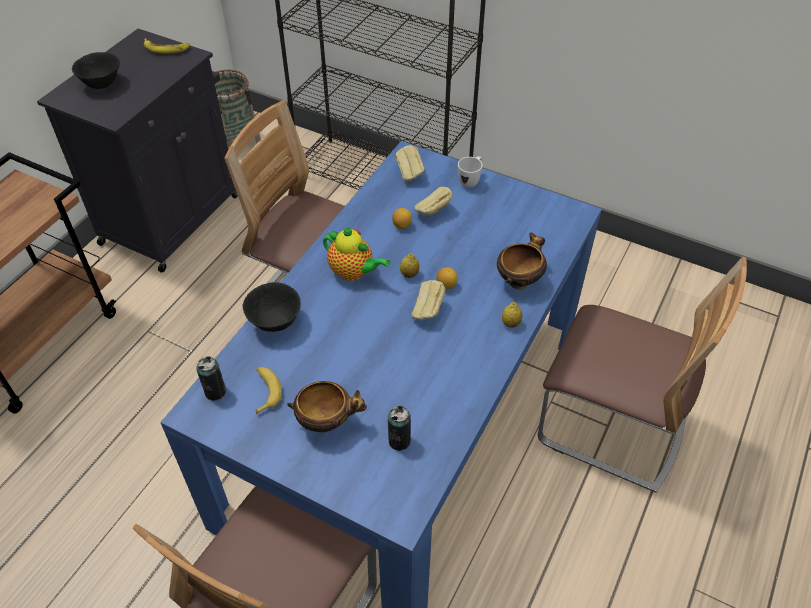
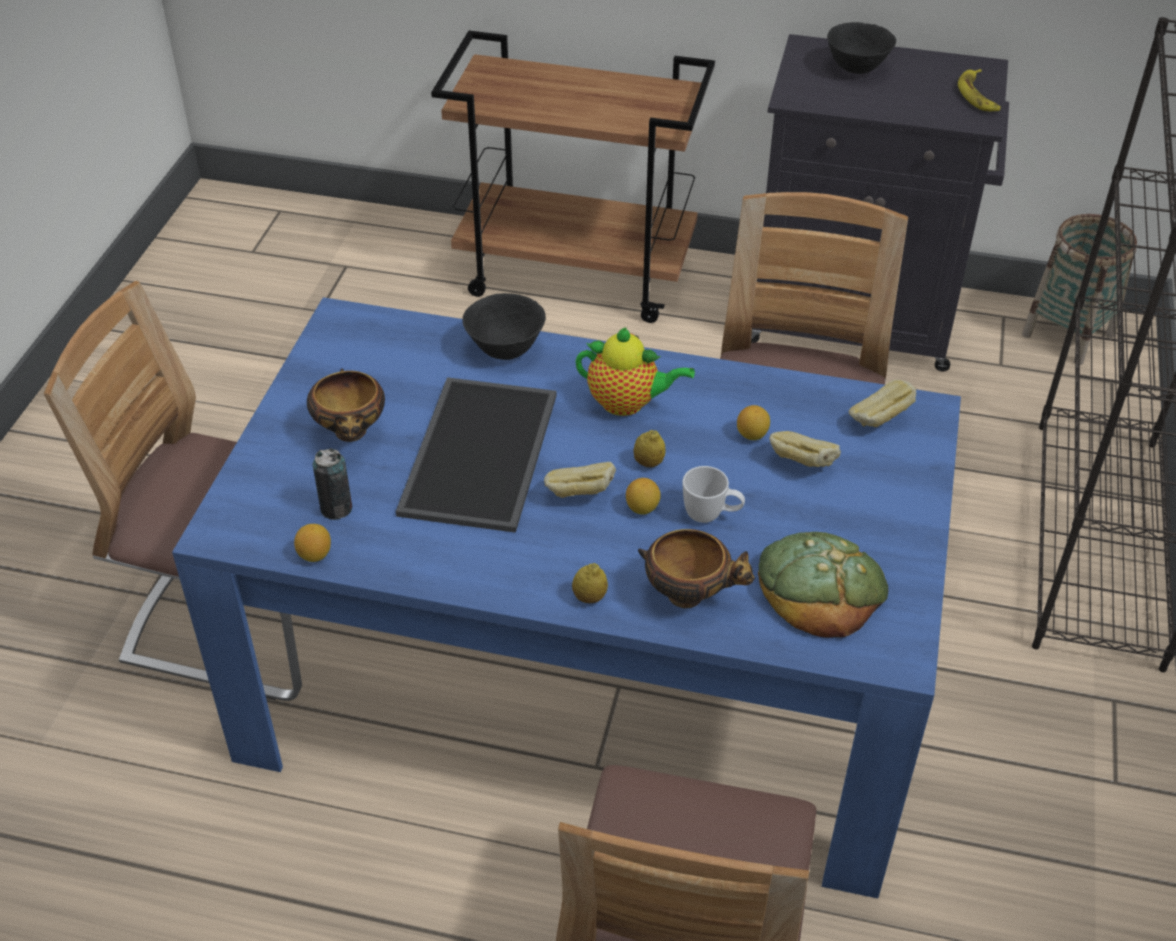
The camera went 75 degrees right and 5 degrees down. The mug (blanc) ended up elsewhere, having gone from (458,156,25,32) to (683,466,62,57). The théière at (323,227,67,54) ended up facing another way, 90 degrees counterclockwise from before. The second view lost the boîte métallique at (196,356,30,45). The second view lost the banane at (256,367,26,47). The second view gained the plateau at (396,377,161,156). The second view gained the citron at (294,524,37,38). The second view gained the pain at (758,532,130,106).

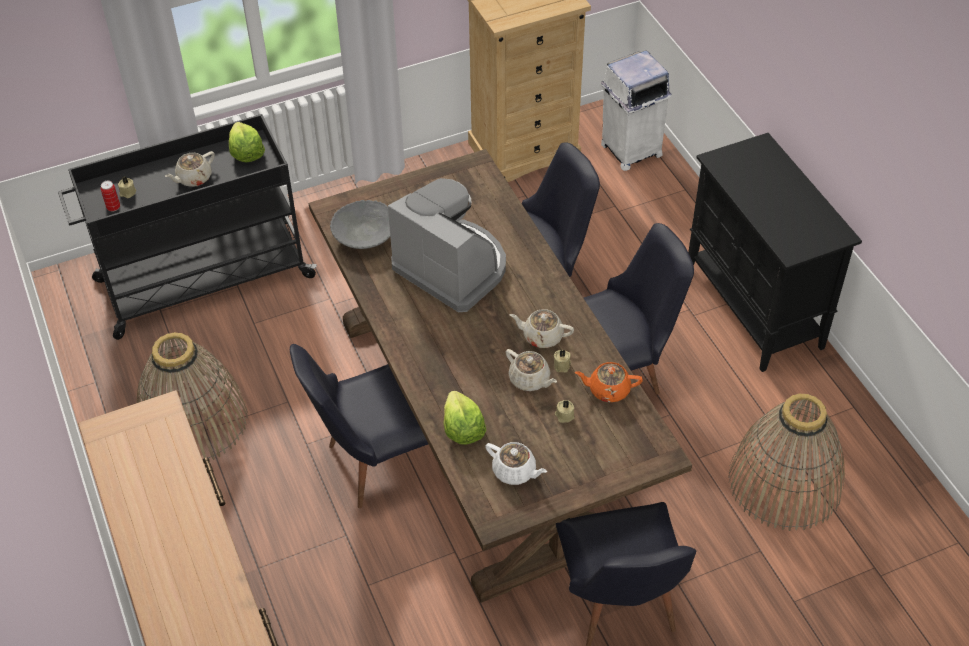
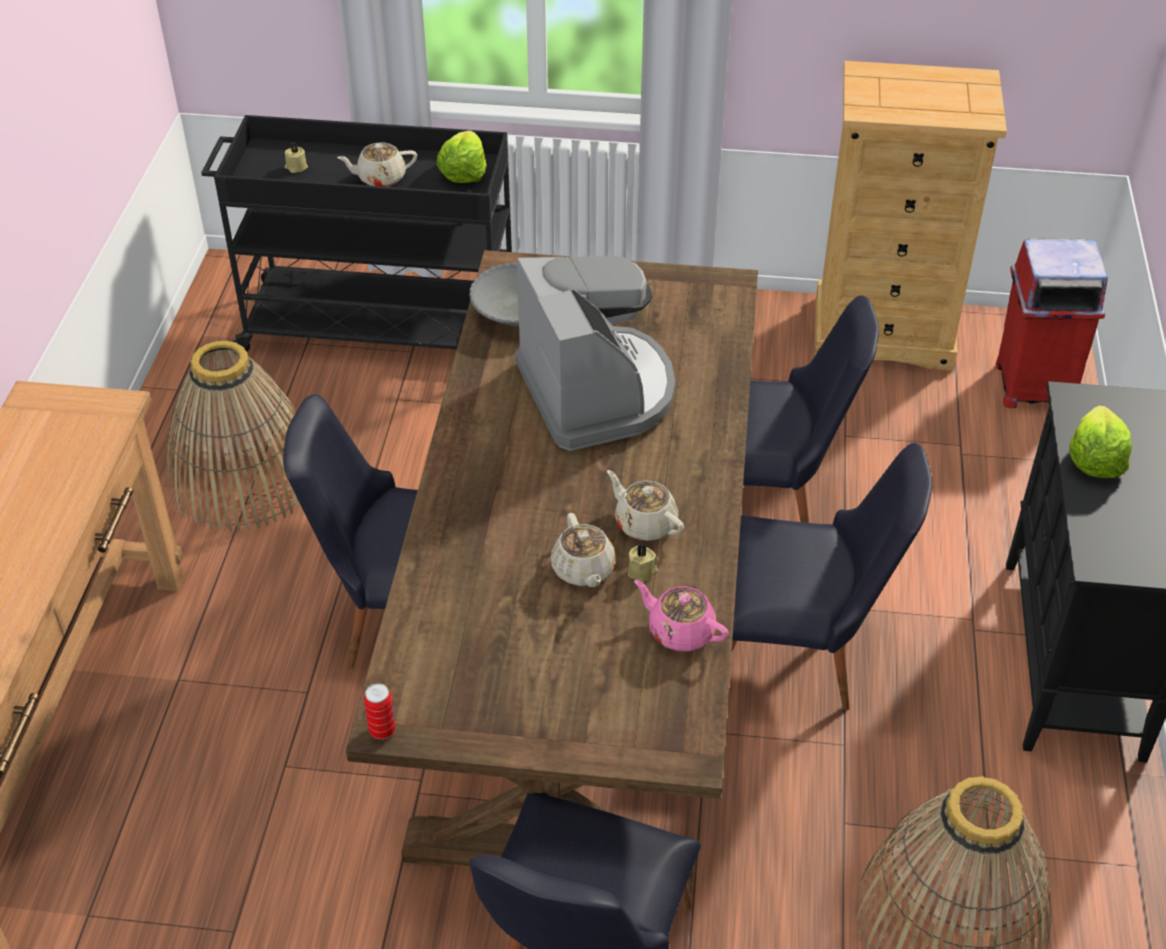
The camera went 30 degrees right and 5 degrees down. What was the poubelle (blanc) at (600,51,72,120) turned into the poubelle (rouge) at (996,238,112,170). The boîte métallique ended up elsewhere, having gone from (101,181,19,30) to (364,683,32,56). What was the théière (orange) at (575,362,68,40) turned into the théière (rose) at (634,580,95,71). The laitue ended up elsewhere, having gone from (444,391,42,54) to (1069,405,63,73). The second view lost the bougie (beige) at (555,400,19,23). The second view lost the théière (blanc) at (485,442,62,43).

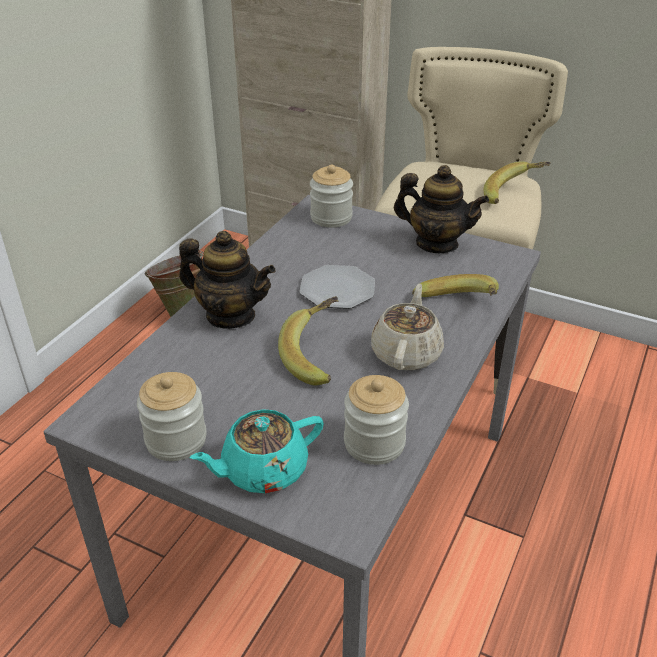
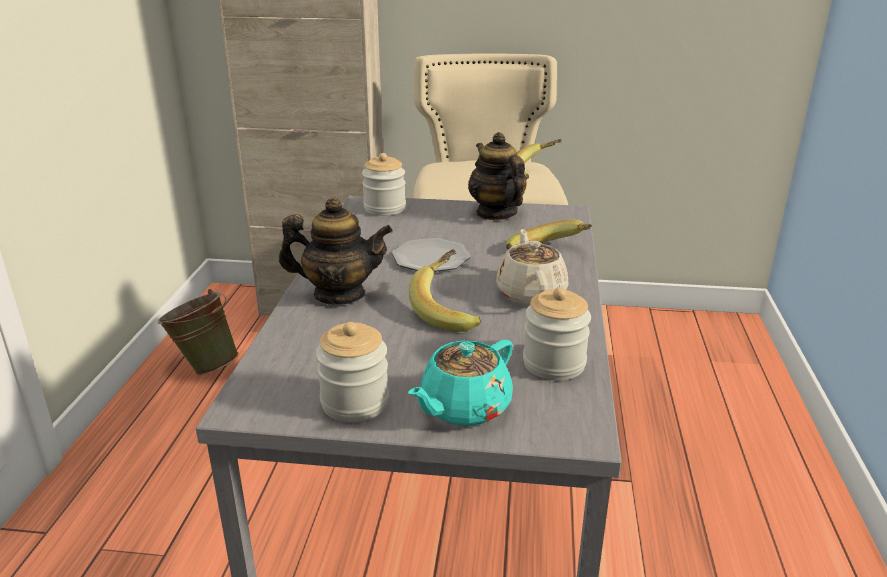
The camera went 20 degrees left and 10 degrees down. The théière at (394,165,95,88) ended up facing another way, 120 degrees counterclockwise from before.

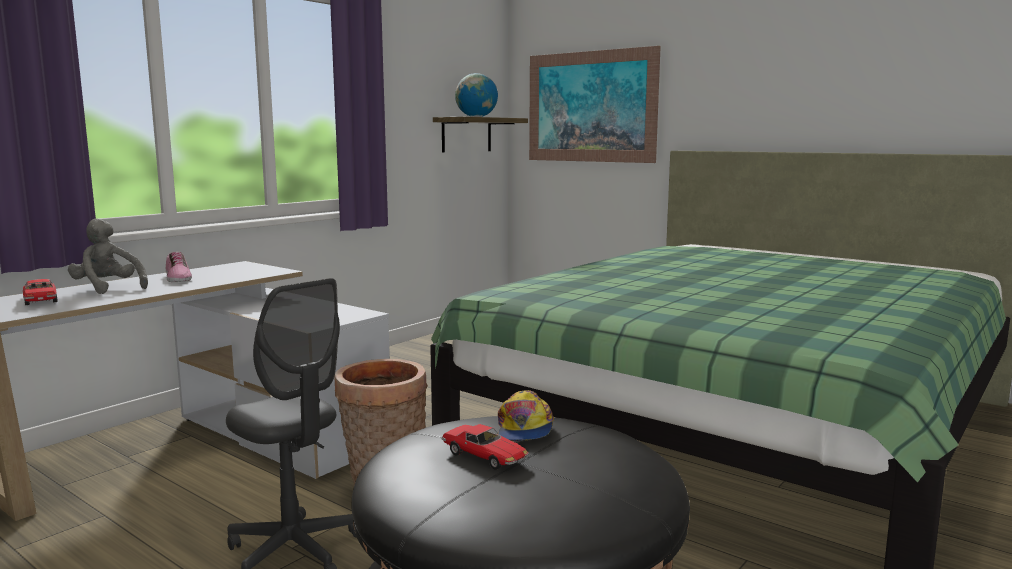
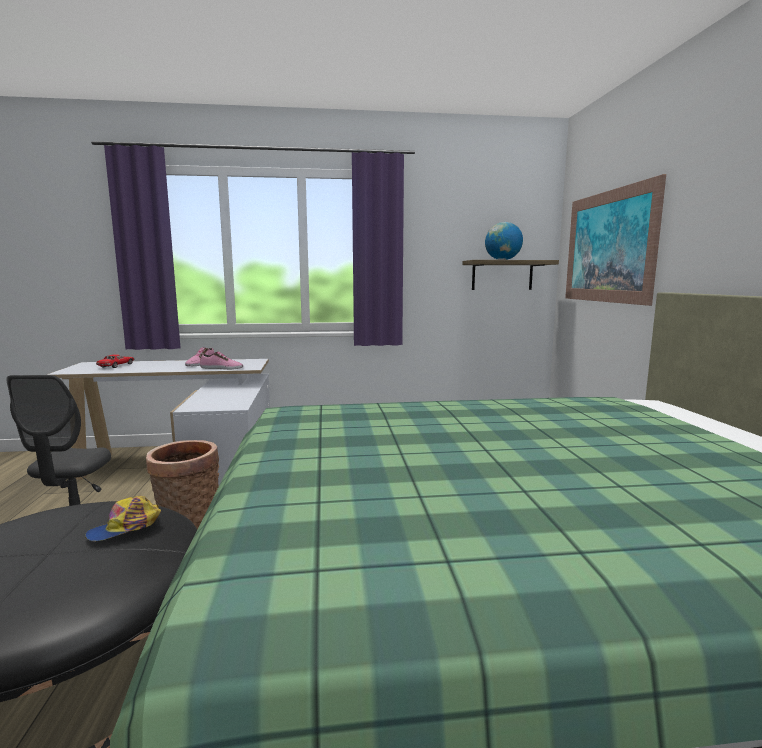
The camera went 45 degrees right and 0 degrees up. The second view lost the peluche (gris) at (68,219,80,75). The second view lost the petite voiture at (442,424,87,46). The second view gained the chaussure at (200,352,43,18).

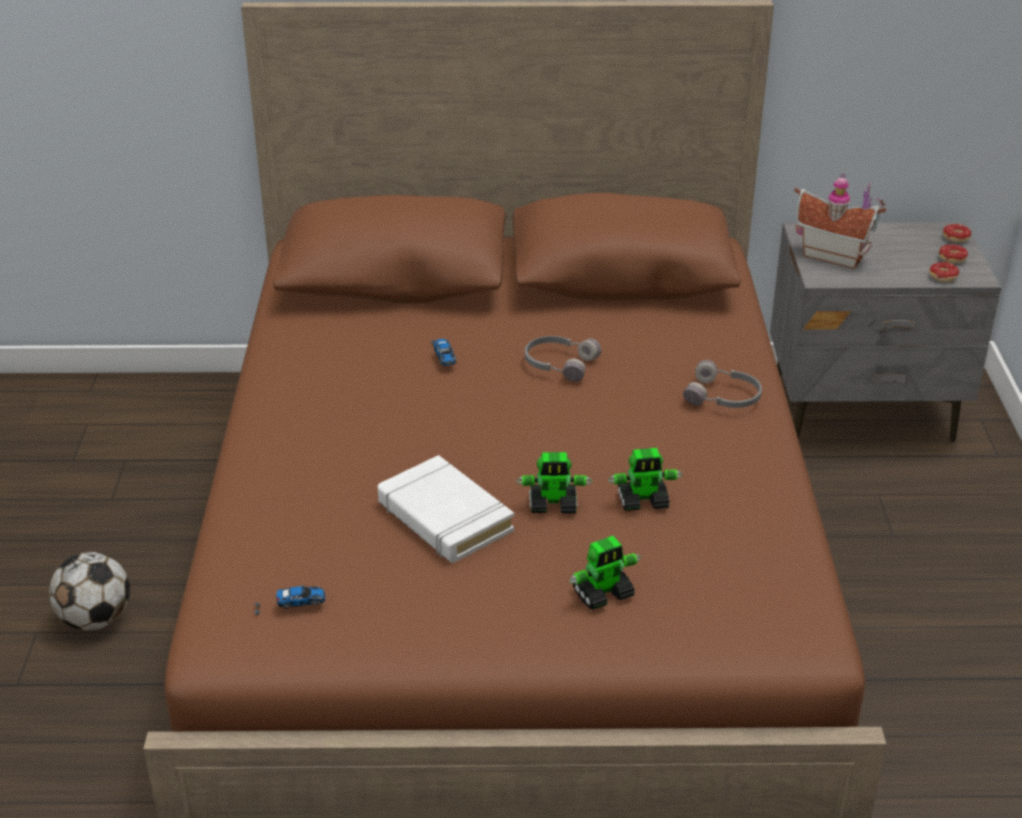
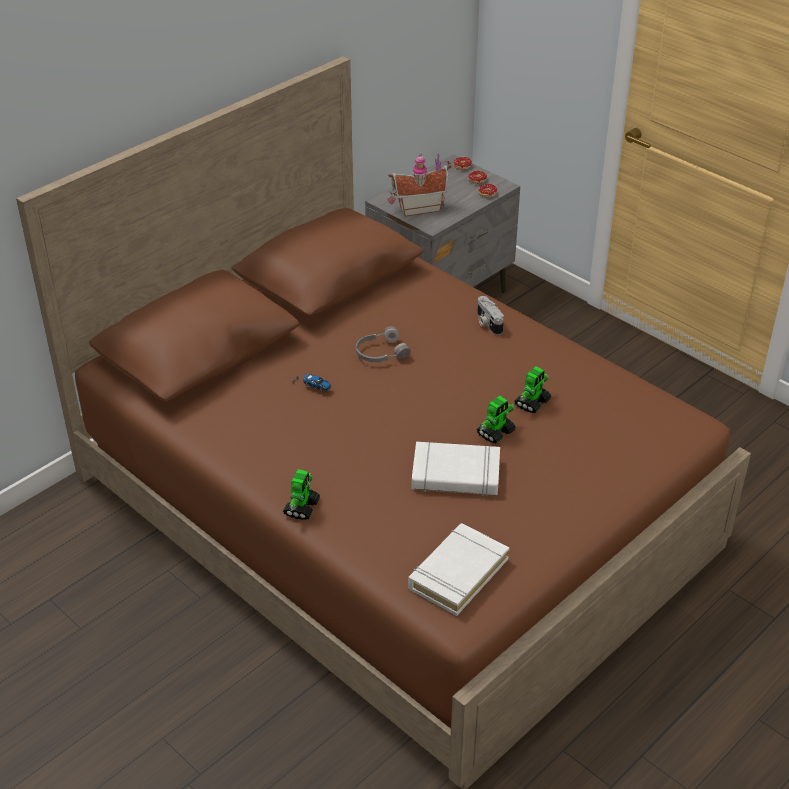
The camera went 45 degrees left and 5 degrees up. Where the casque audio (gris) stood at (683,360,79,48), the appareil photo came to stand at (477,296,27,39). The robot jouet ended up elsewhere, having gone from (569,536,72,74) to (283,469,37,51). The second view lost the ballon de foot at (49,552,81,78). Where the petite voiture stood at (255,585,71,30), the livre (blanc) came to stand at (408,523,101,93).

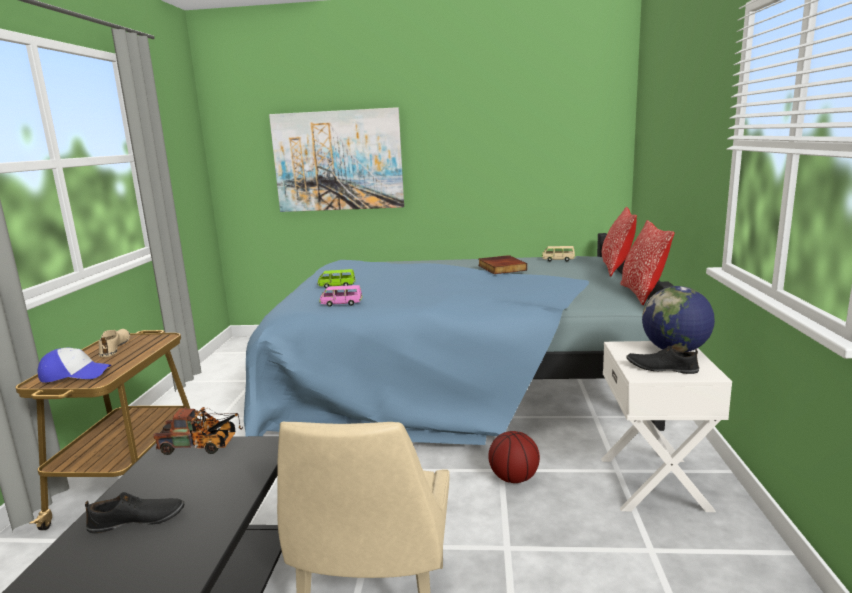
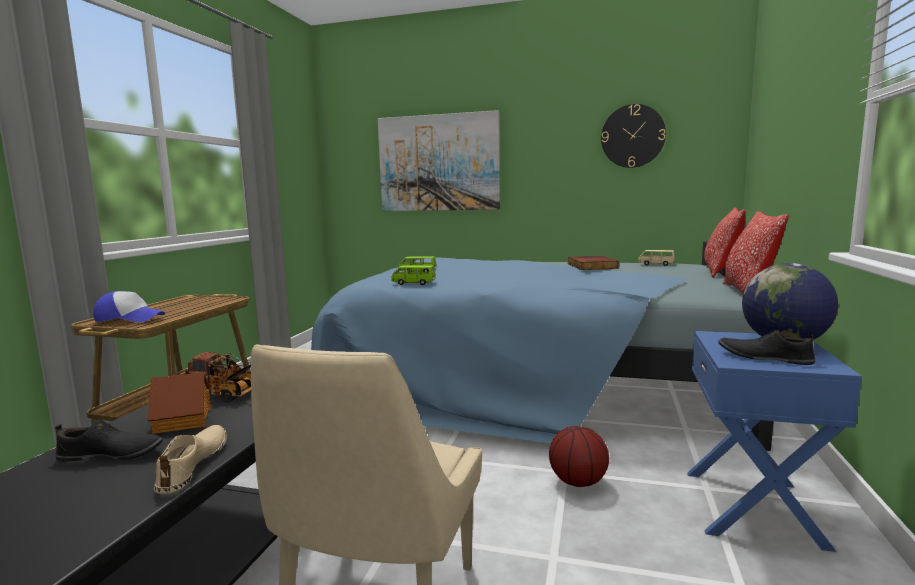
The camera went 10 degrees right and 5 degrees down. What was the petite voiture (rose) at (319,285,44,22) turned into the petite voiture (vert) at (391,265,45,20). The chaussure (beige) ended up elsewhere, having gone from (98,329,32,28) to (154,425,73,69). What was the table de chevet (blanc) at (601,341,131,171) turned into the table de chevet (bleu) at (687,331,175,221). The second view gained the horloge murale at (601,104,65,64). The second view gained the maison miniature at (147,372,64,62).

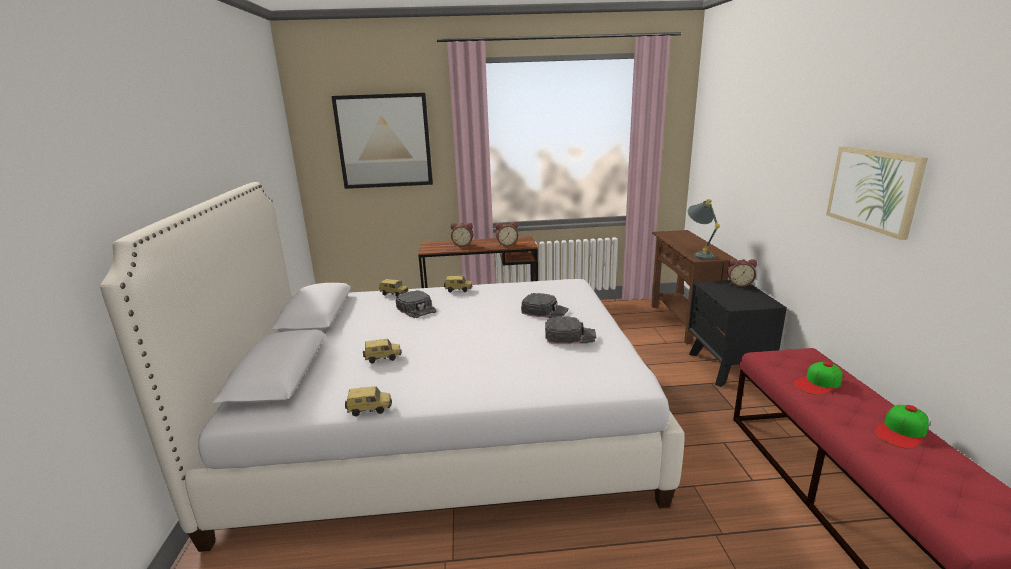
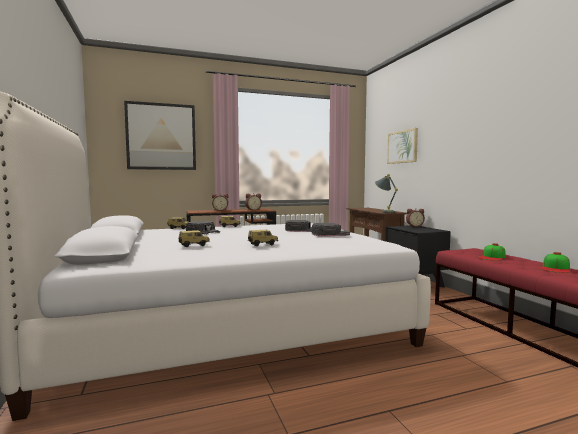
The camera went 15 degrees left and 15 degrees down. The tableau ended up elsewhere, having gone from (826,147,102,93) to (387,128,31,36). The petite voiture ended up elsewhere, having gone from (345,386,47,30) to (248,229,30,17).

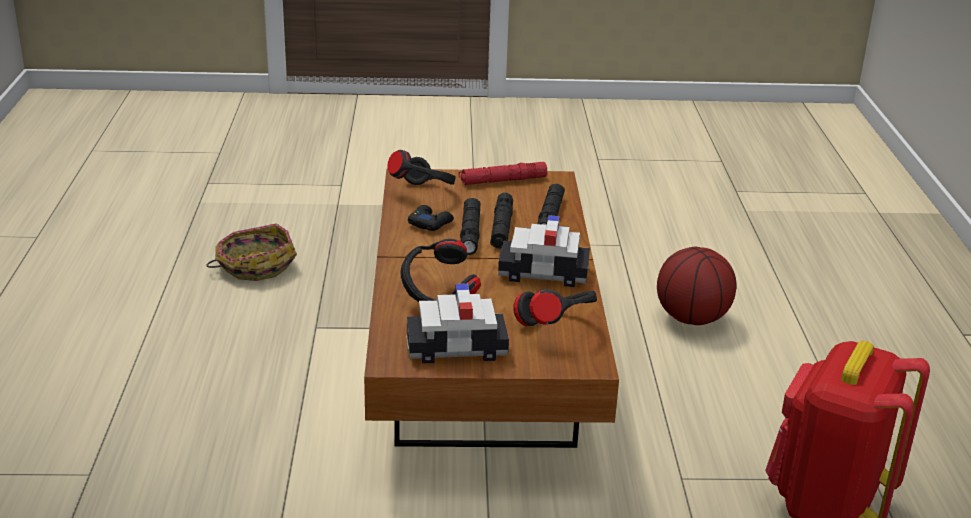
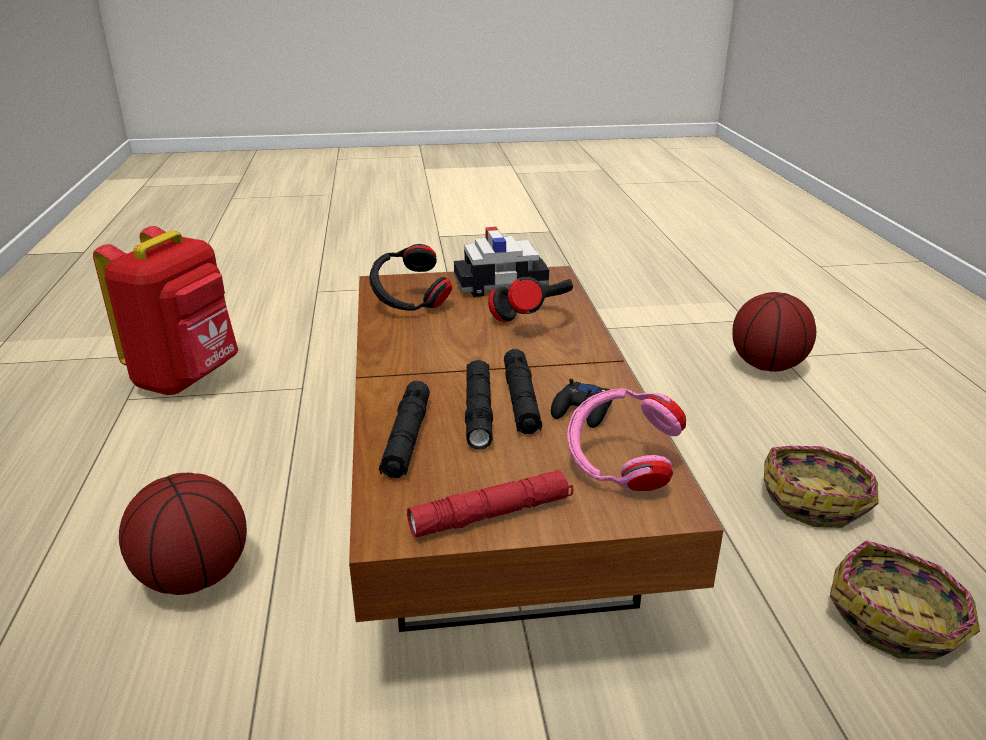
The camera went 175 degrees right and 0 degrees up. What was the casque audio (noir) at (387,150,69,35) turned into the casque audio (rose) at (567,388,119,103). The second view lost the petite voiture at (498,215,92,72). The second view gained the ballon de basket at (732,292,84,80). The second view gained the panier at (764,446,115,82).

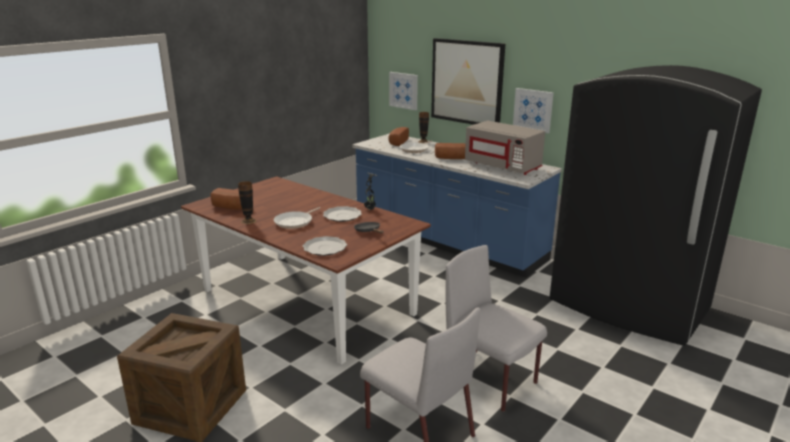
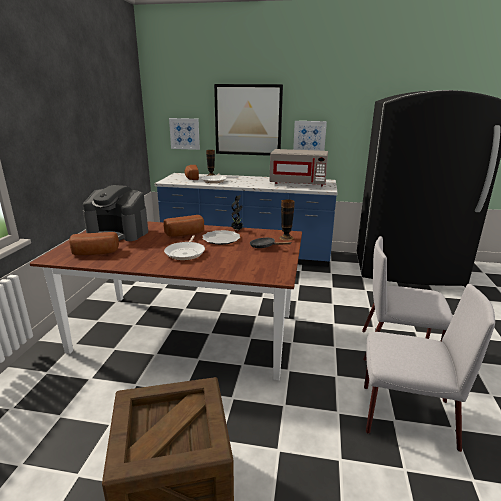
The camera went 30 degrees left and 0 degrees up. The pain ended up elsewhere, having gone from (435,143,31,16) to (163,215,41,22). The vase ended up elsewhere, having gone from (238,181,18,43) to (279,199,16,42). The second view lost the assiette at (303,236,44,20). The second view gained the machine à café at (83,185,65,56).

